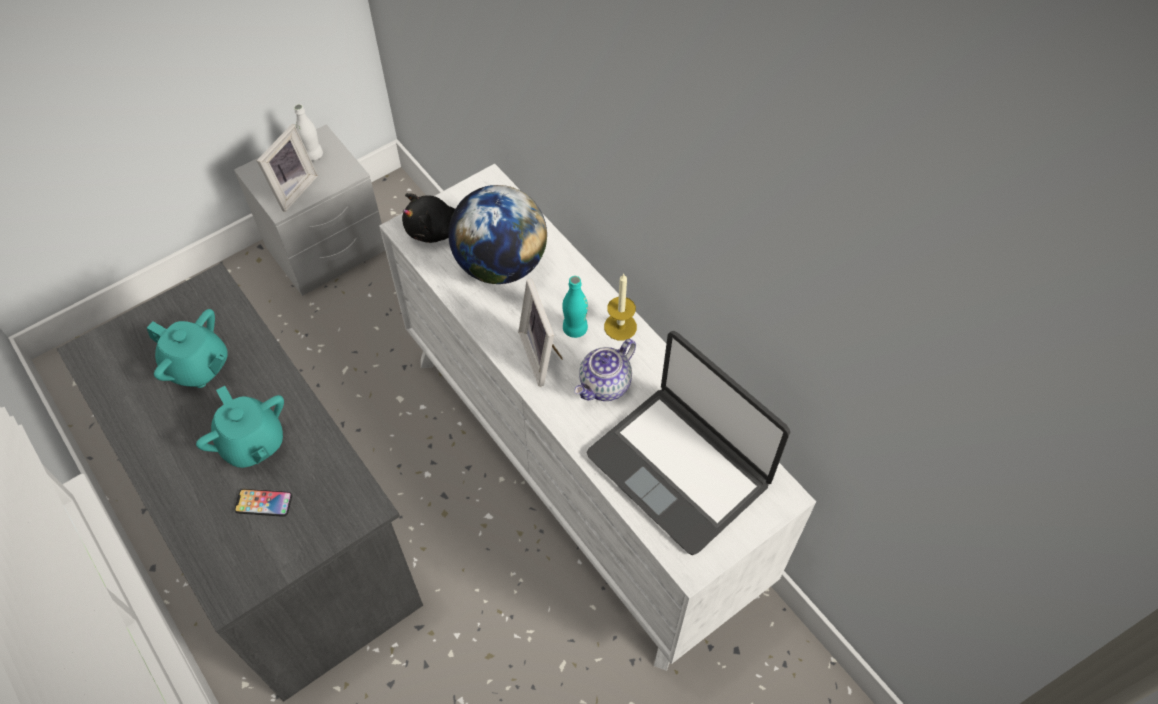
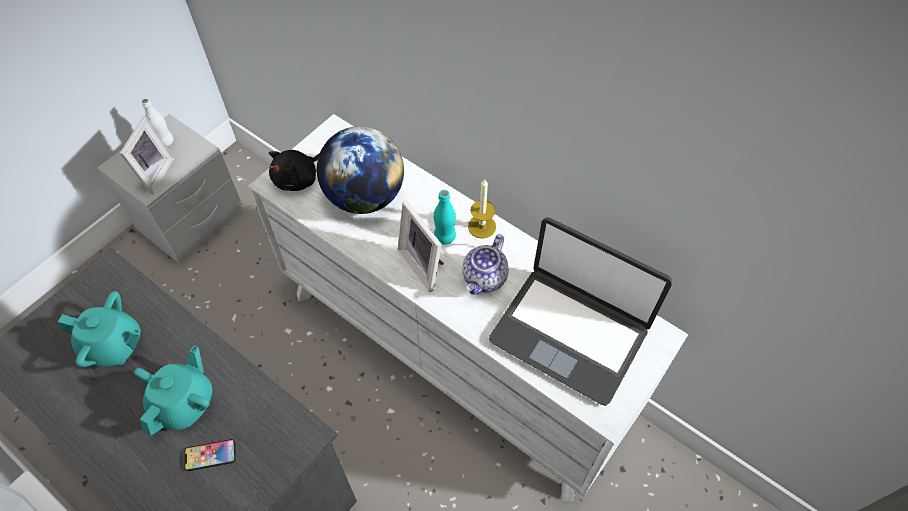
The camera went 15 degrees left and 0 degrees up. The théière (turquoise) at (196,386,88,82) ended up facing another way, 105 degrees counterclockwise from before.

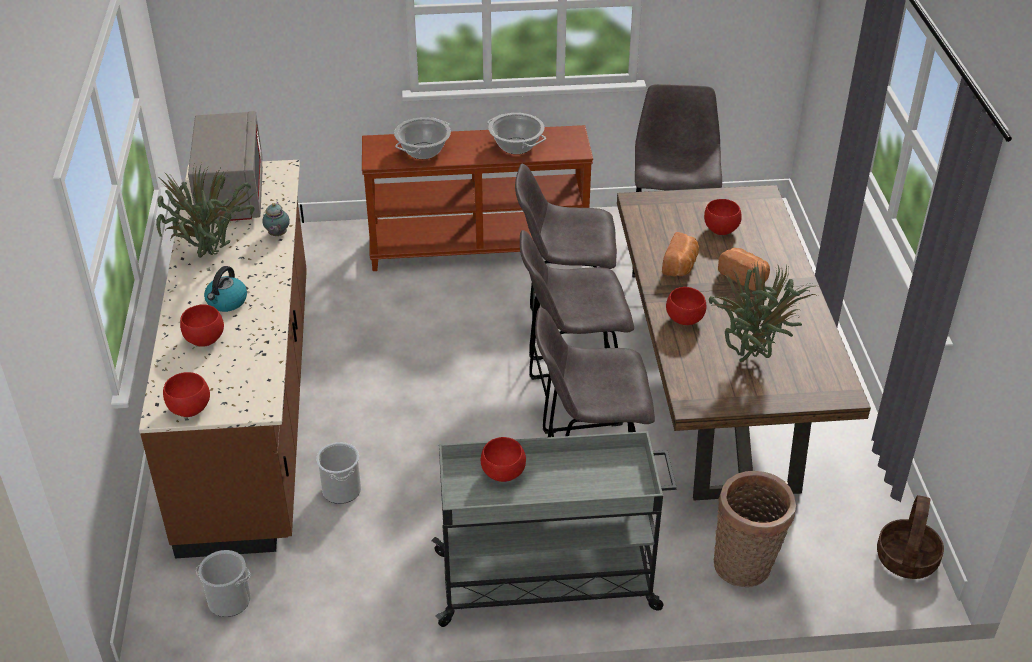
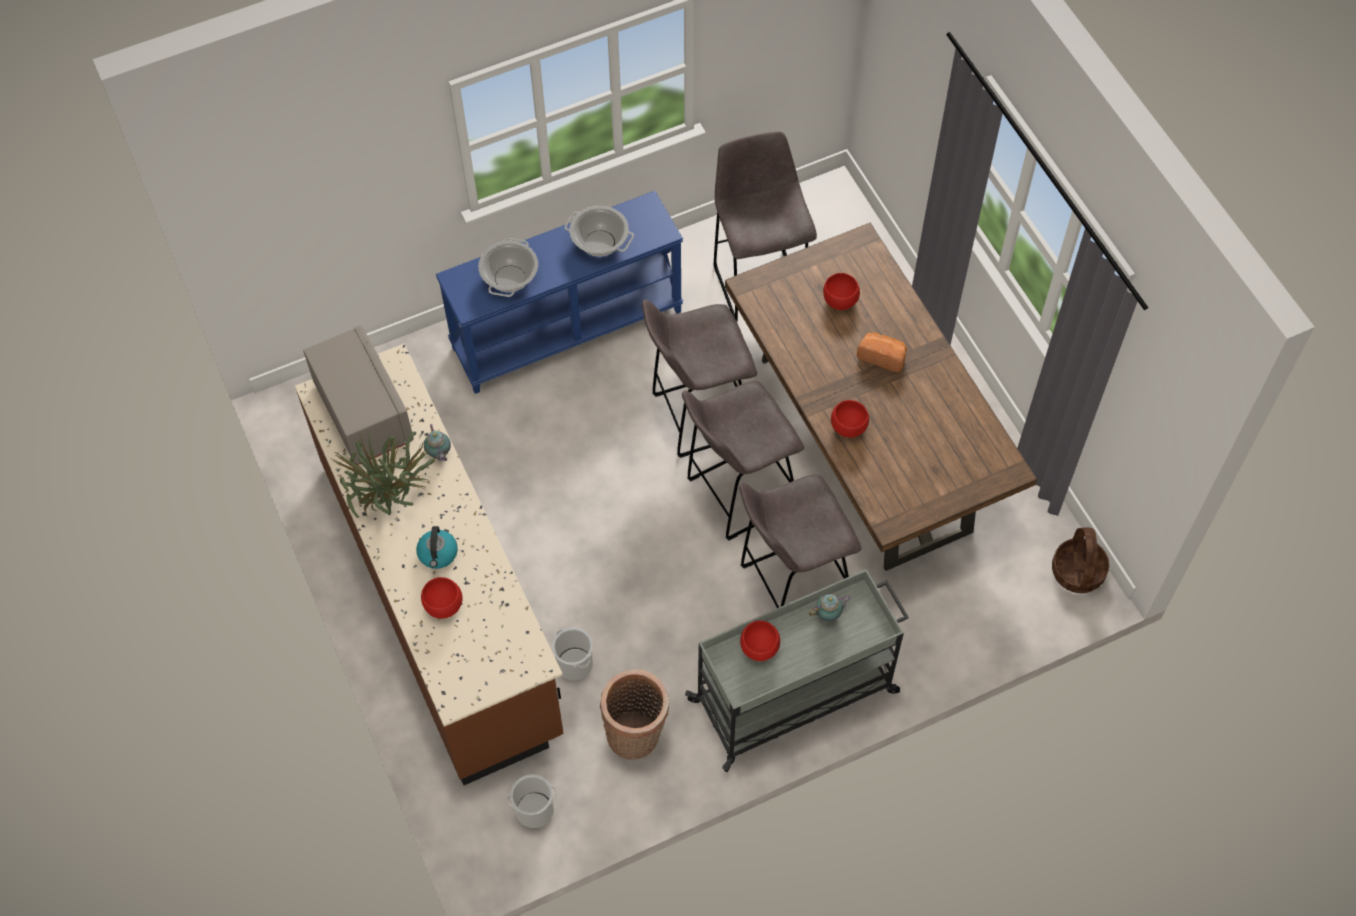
The camera went 20 degrees left and 20 degrees up. What was the table console (marron) at (362,125,231,146) turned into the table console (bleu) at (436,191,247,203). The second view lost the pain at (662,232,37,45). The second view lost the plante en pot at (709,261,109,101). The second view lost the bol (rouge) at (163,372,47,45). The panier ended up elsewhere, having gone from (714,471,82,116) to (600,669,69,91). The second view gained the théière at (809,594,43,28).

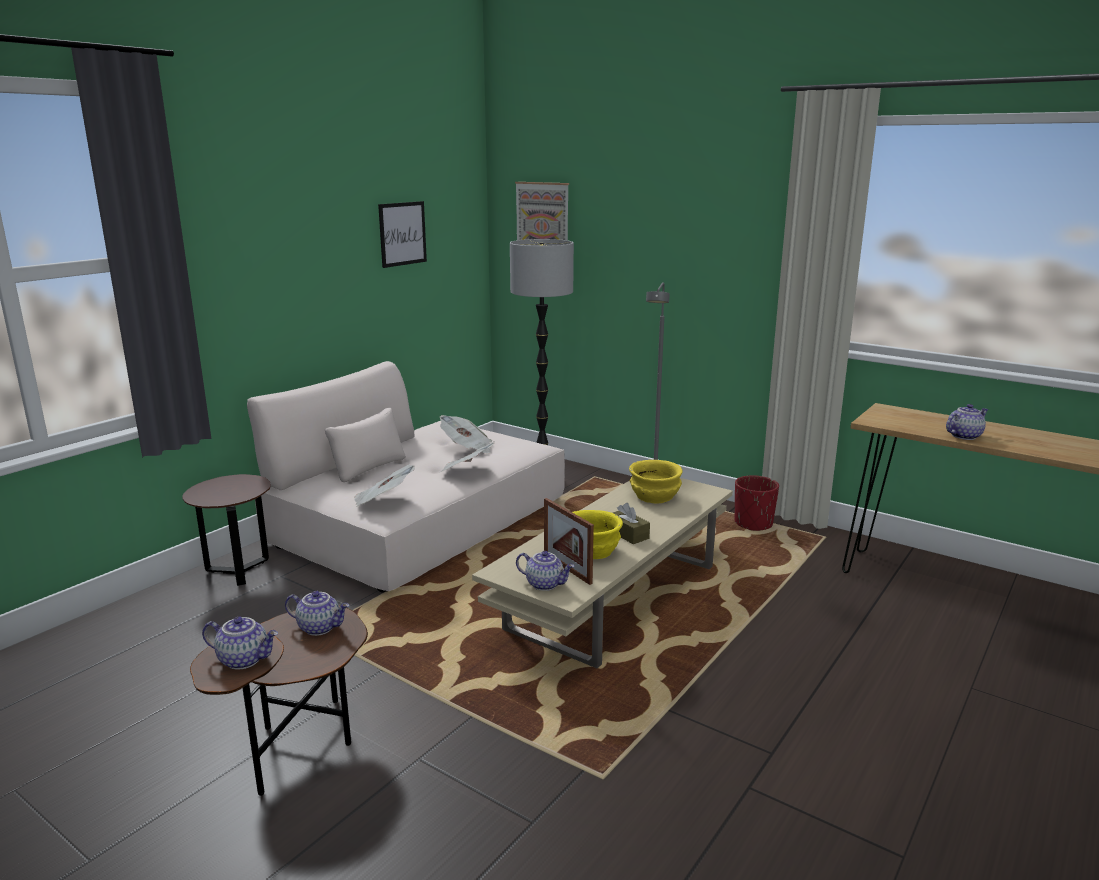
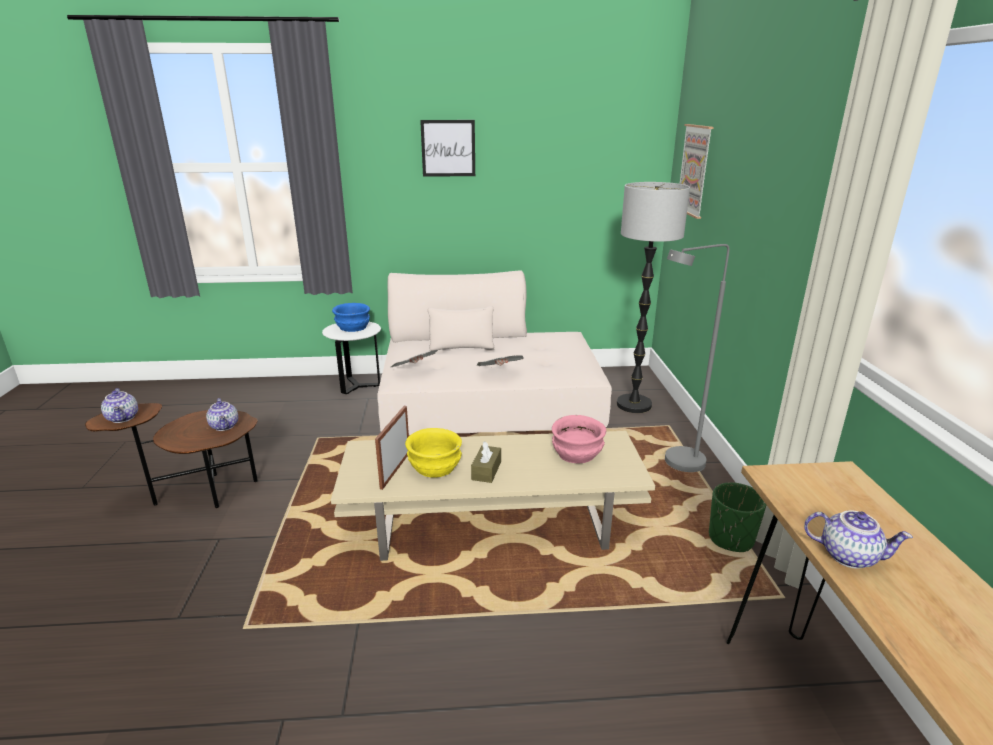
The camera went 50 degrees right and 5 degrees up. The tableau ended up elsewhere, having gone from (378,201,49,67) to (420,120,55,57). The second view lost the journal at (440,415,52,39). What was the bol (jaune) at (629,460,54,44) turned into the bol (rose) at (552,415,54,48). What was the table d'appoint (marron) at (182,474,89,112) turned into the table d'appoint (blanc) at (322,322,59,72). What was the cache-pot (rouge) at (735,475,44,56) turned into the cache-pot (vert) at (709,482,57,70). The second view lost the théière at (516,551,59,40). The second view gained the bol (bleu) at (332,303,38,29).

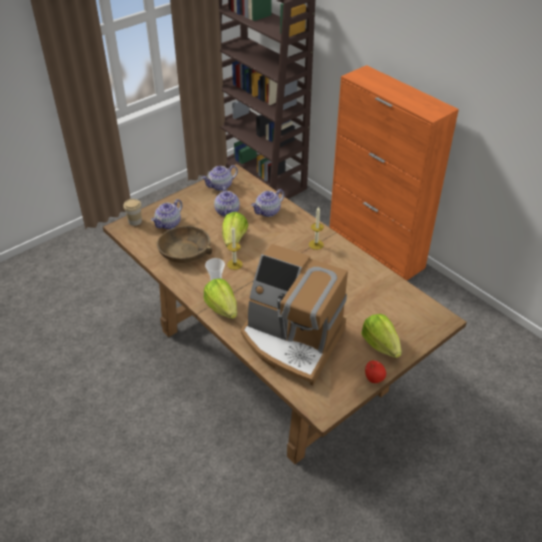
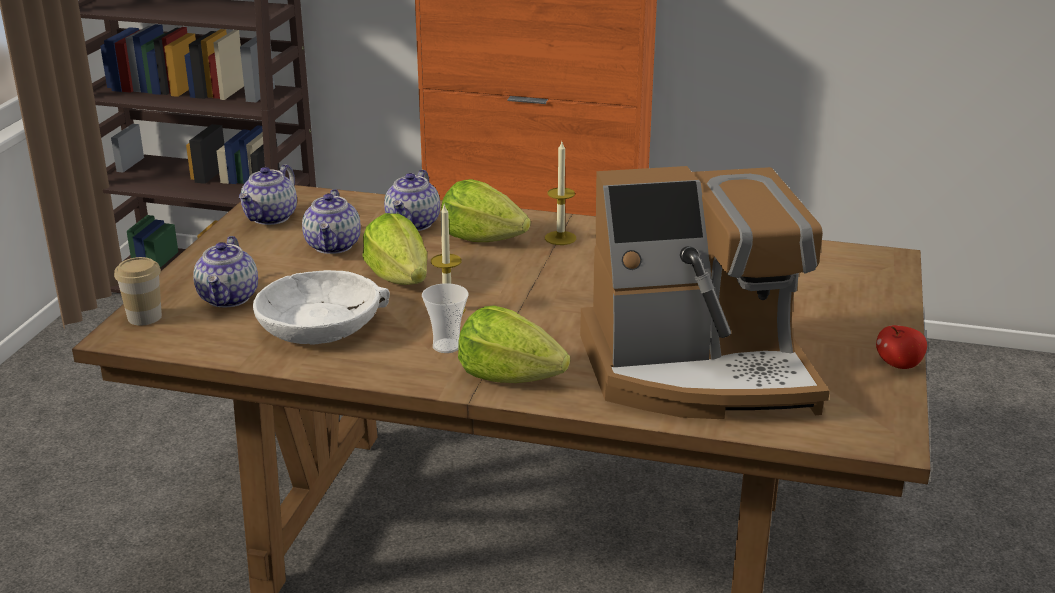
The camera went 35 degrees left and 15 degrees down. The théière at (214,186,26,31) ended up facing another way, 45 degrees clockwise from before. What was the bol (marron) at (156,226,56,37) turned into the bol (blanc) at (253,270,137,75). The laitue ended up elsewhere, having gone from (361,314,41,44) to (441,179,90,63).

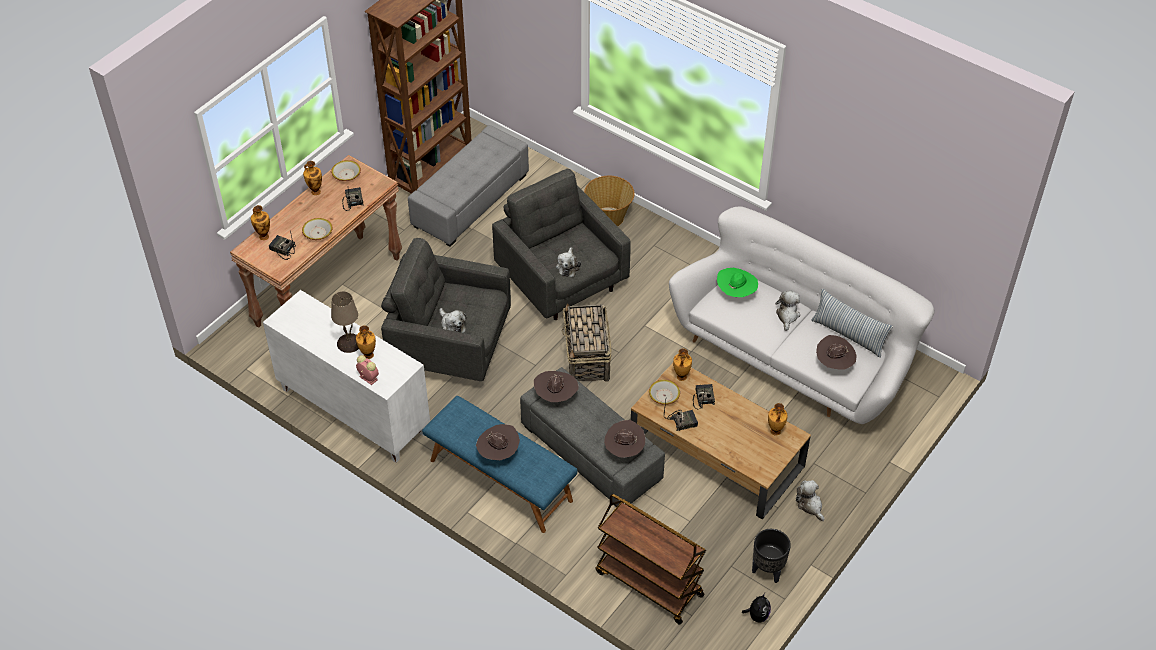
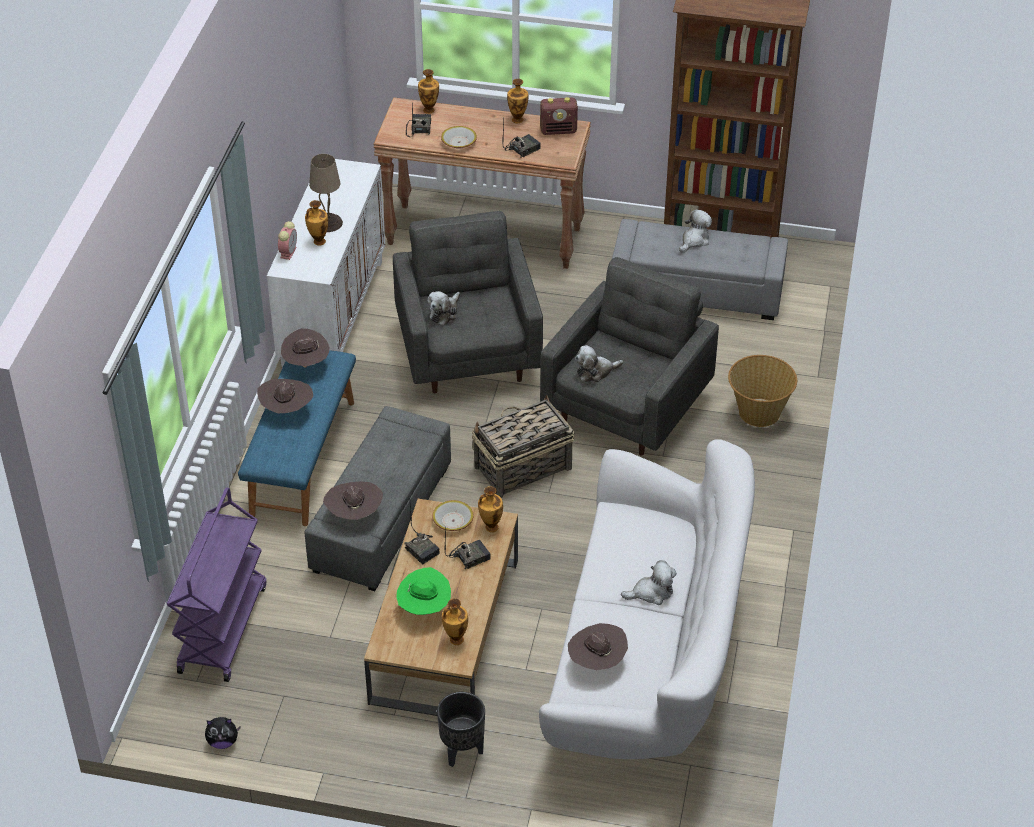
The camera went 65 degrees right and 5 degrees down. Where the bol stood at (331,160,30,21), the radio came to stand at (540,97,38,38). The chapeau (vert) ended up elsewhere, having gone from (717,268,41,29) to (396,567,55,48). The second view lost the coussin at (811,289,82,69). The chapeau (marron) ended up elsewhere, having gone from (534,371,45,31) to (281,328,48,40). The peluche ended up elsewhere, having gone from (796,480,28,41) to (679,209,33,44). What was the chariot (marron) at (595,494,111,131) turned into the chariot (violet) at (167,487,99,195). The cache-pot (noir) ended up elsewhere, having gone from (752,529,39,54) to (437,692,48,75).

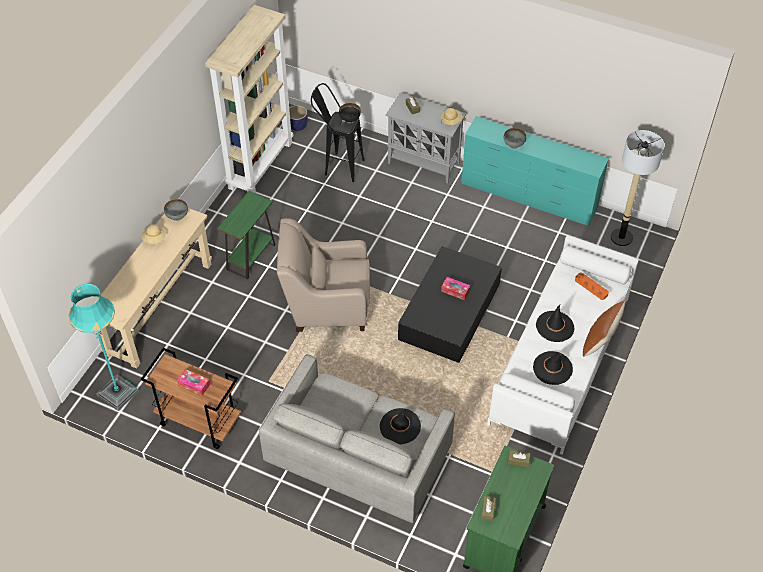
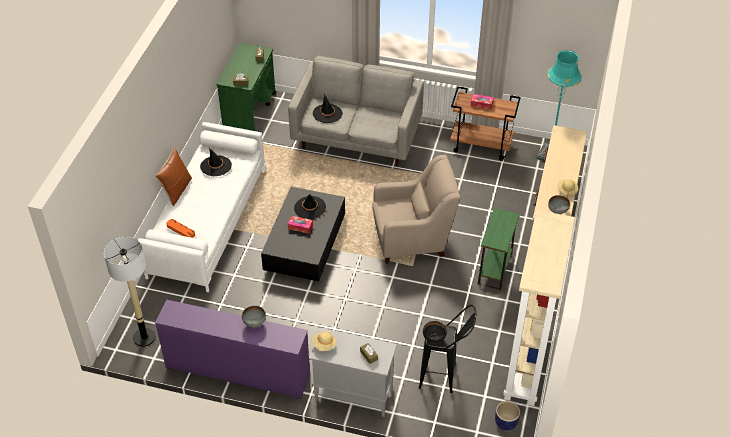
The camera went 170 degrees right and 5 degrees down. What was the commode (turquoise) at (461,116,148,110) turned into the commode (violet) at (155,300,155,99). The chapeau (noir) ended up elsewhere, having gone from (536,305,39,37) to (294,194,32,25).

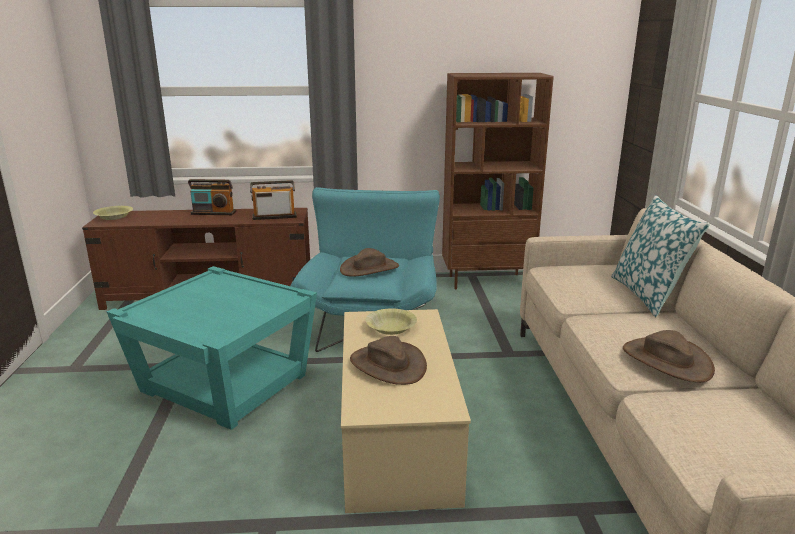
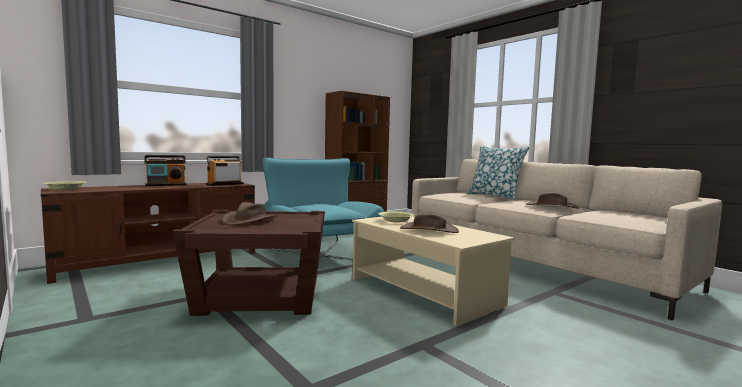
The camera went 35 degrees left and 15 degrees down. The chapeau (marron) ended up elsewhere, having gone from (340,248,59,29) to (222,202,56,23). What was the table d'appoint (turquoise) at (106,266,211,164) turned into the table d'appoint (marron) at (172,210,153,106).

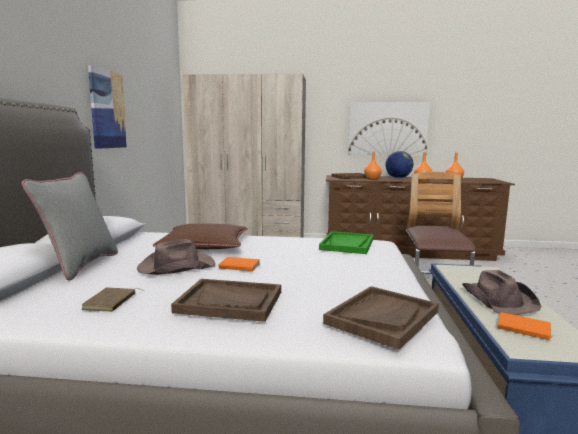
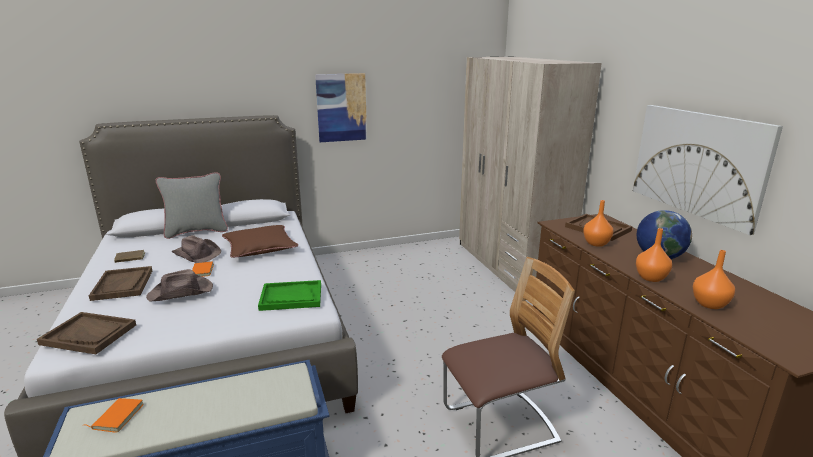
The camera went 65 degrees right and 10 degrees up. The chapeau (marron) ended up elsewhere, having gone from (462,270,79,45) to (146,269,67,32).

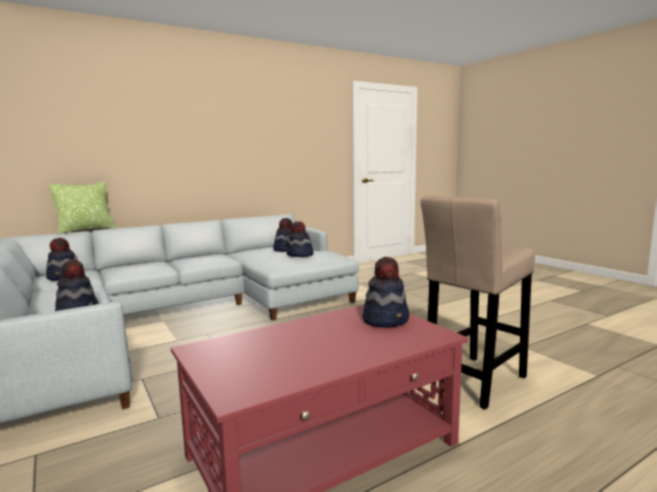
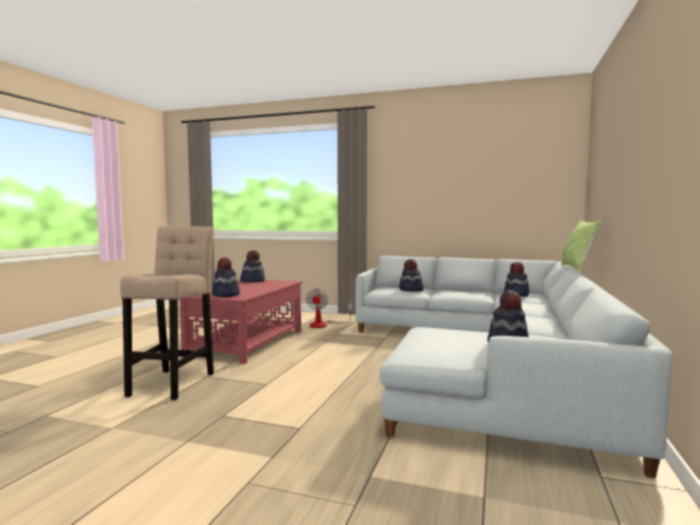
The camera went 140 degrees right and 5 degrees down. The chapeau ended up elsewhere, having gone from (287,221,27,36) to (240,250,25,33). The second view gained the ventilateur at (306,288,47,40).

